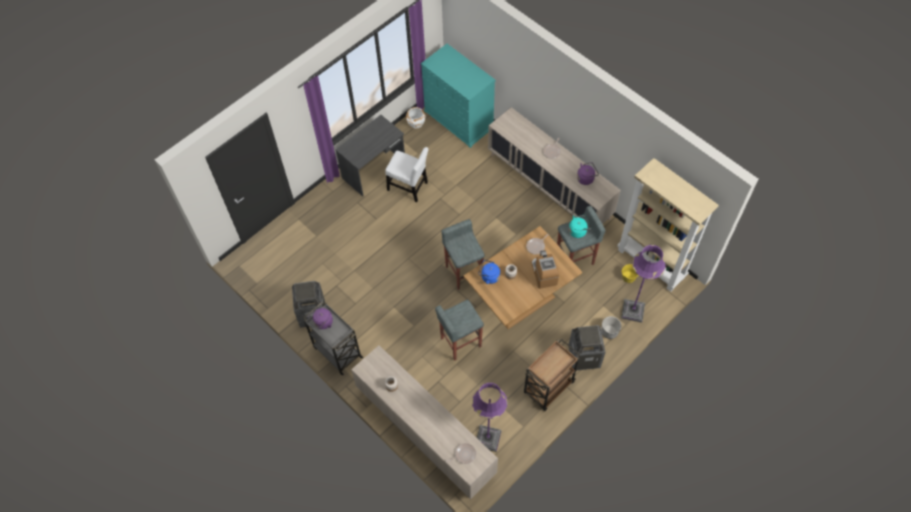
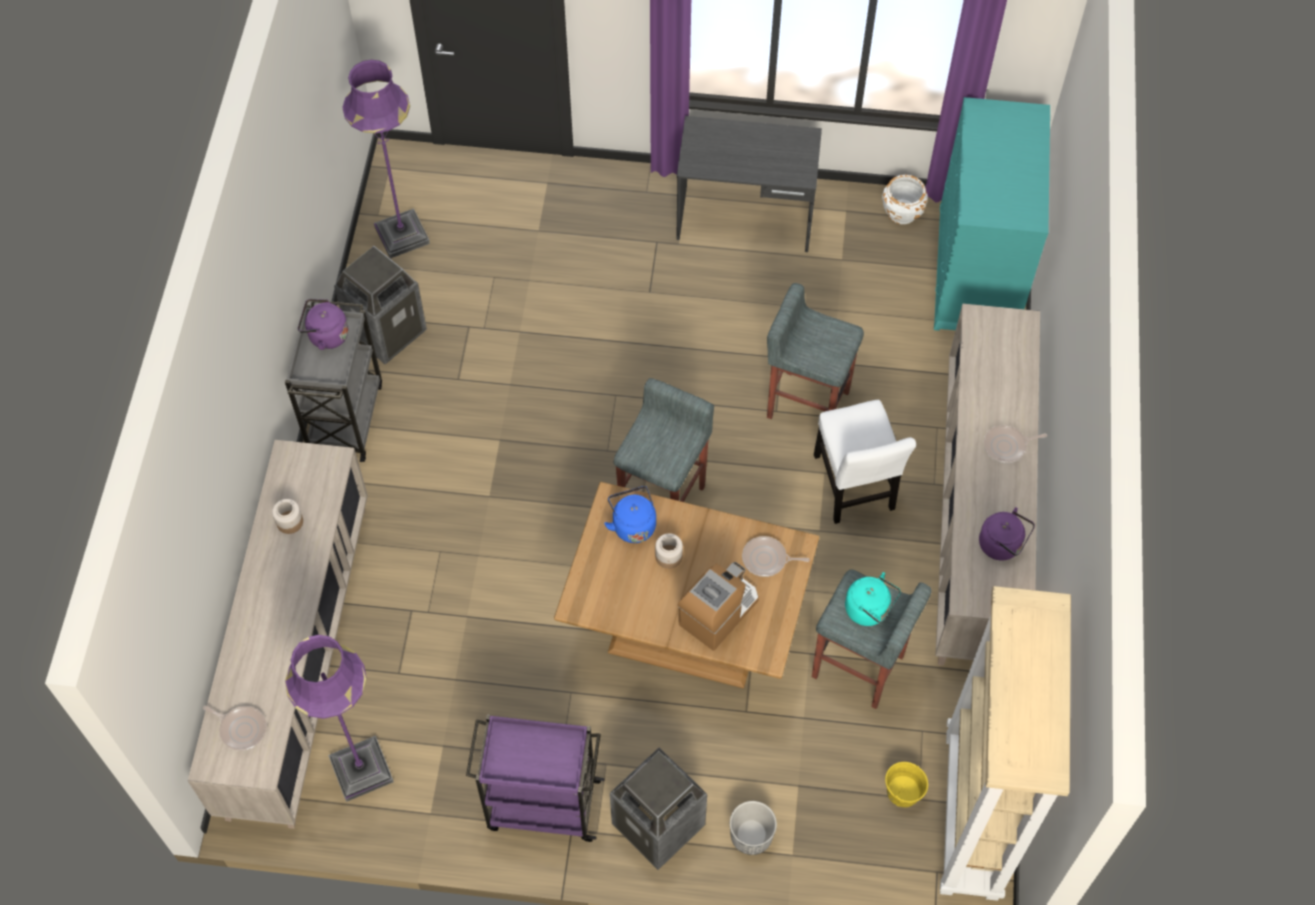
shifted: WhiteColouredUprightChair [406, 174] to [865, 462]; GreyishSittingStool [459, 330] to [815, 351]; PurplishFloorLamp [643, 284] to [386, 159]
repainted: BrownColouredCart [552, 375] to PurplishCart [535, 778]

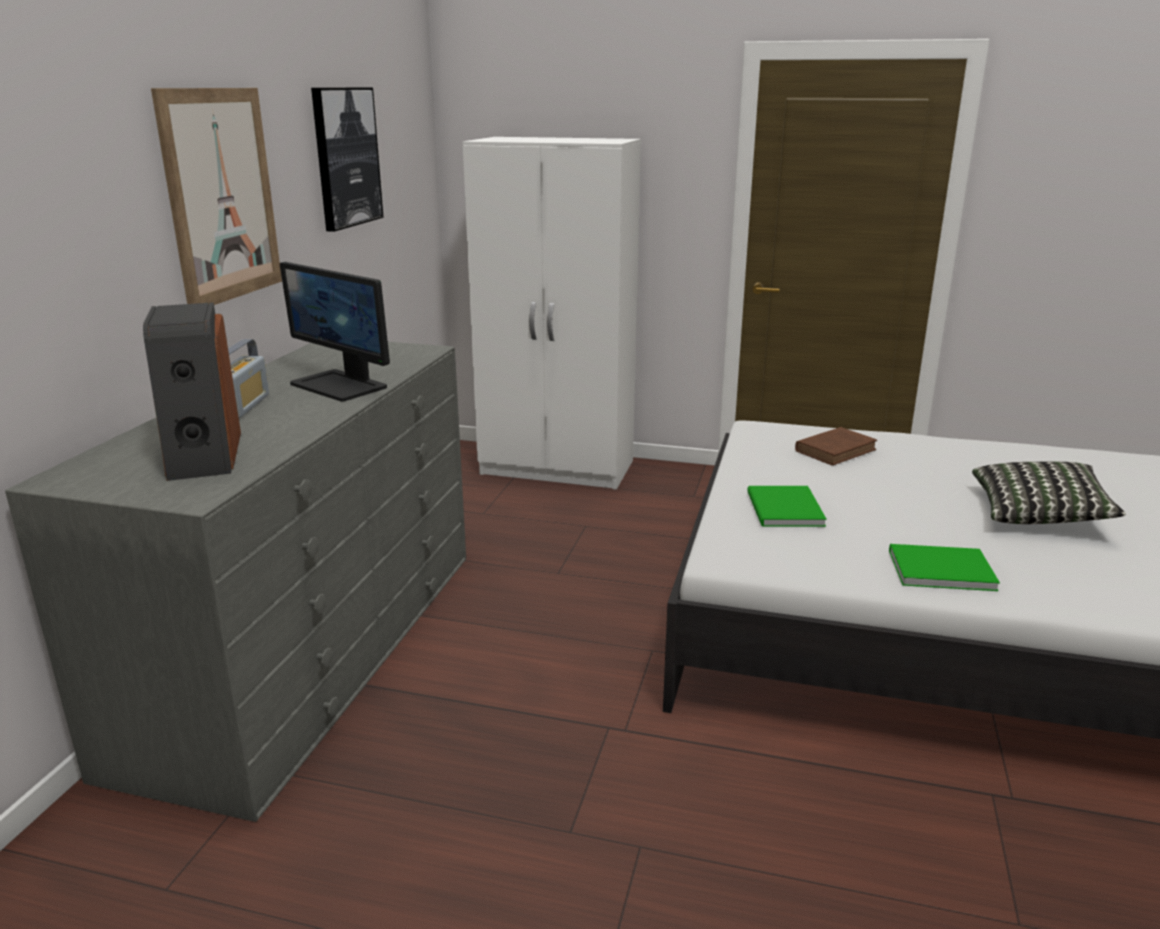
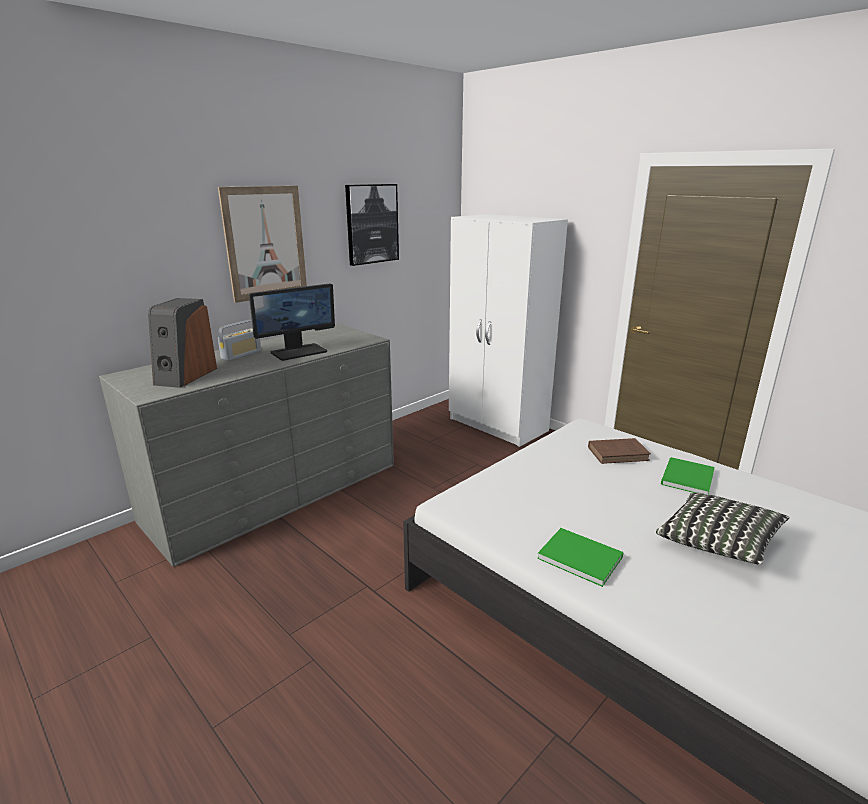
shifted: GreenColouredVolume [787, 506] to [688, 476]
rotated: Monitor [335, 331] = [292, 322] 105 degrees counterclockwise

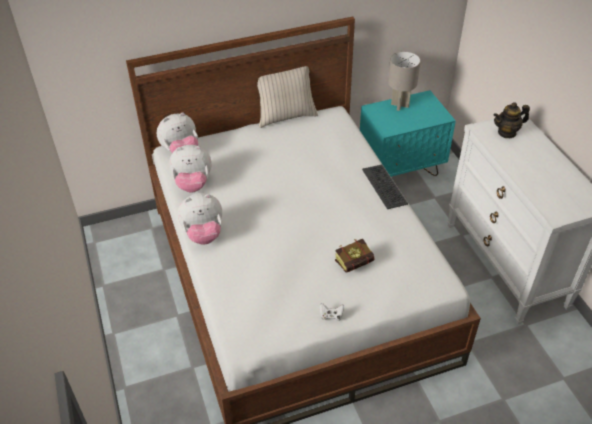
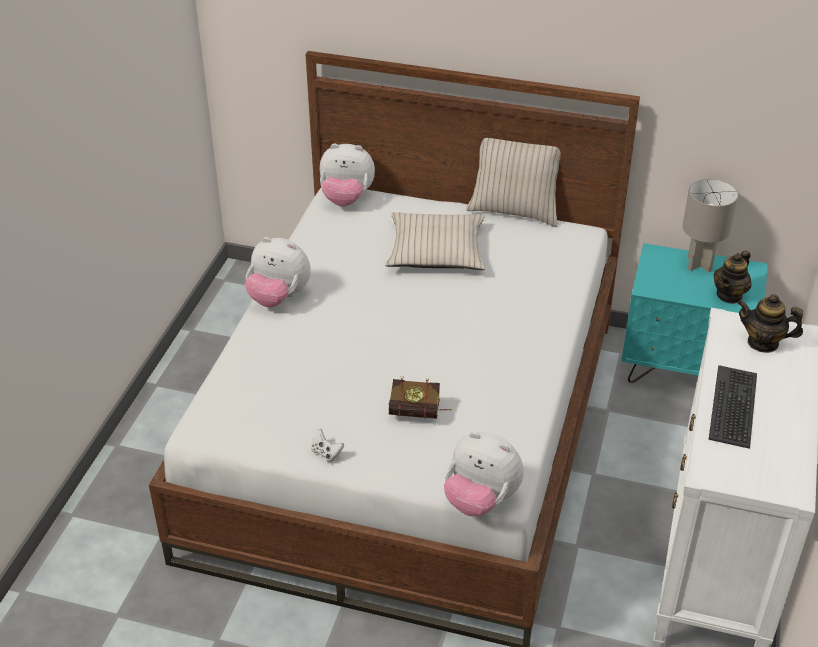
new: BeigeColouredPillow [435, 241]; PotForTea [732, 277]
shifted: CuddlyToy [190, 169] to [484, 474]; Keyboard [385, 186] to [732, 407]

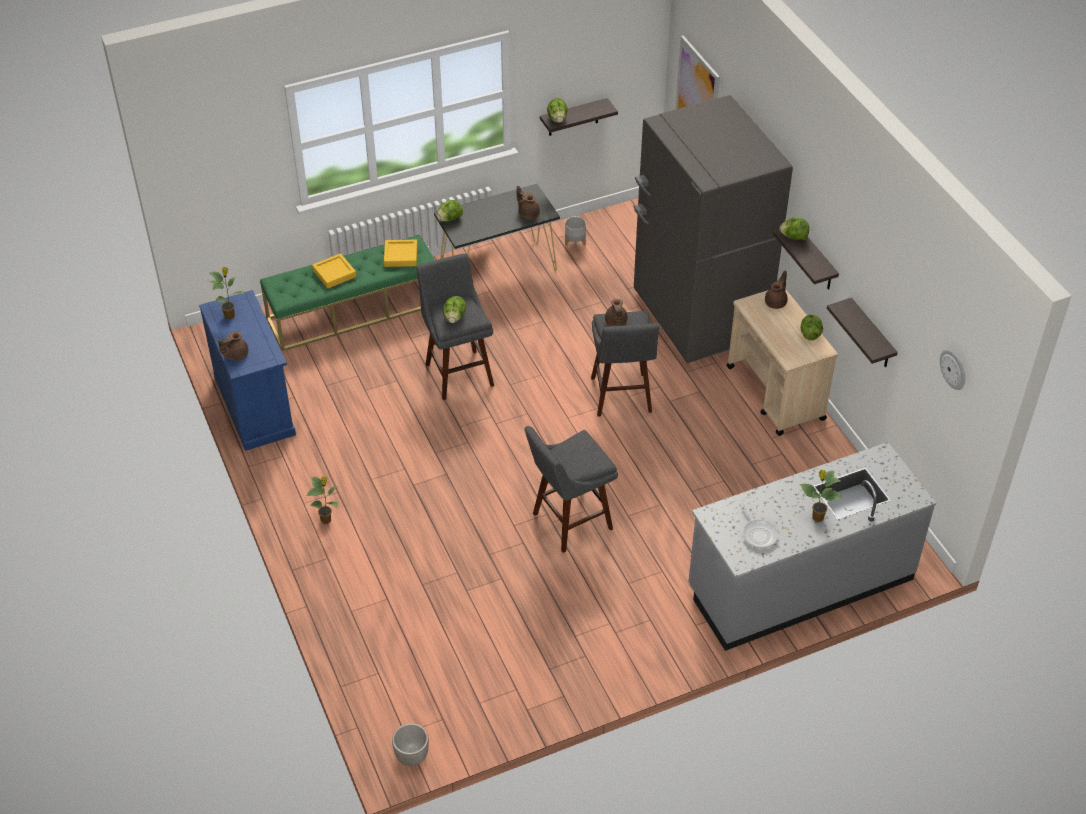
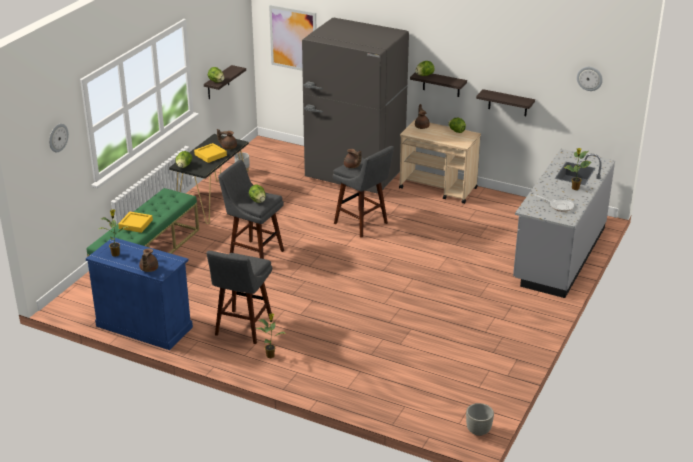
new: WallClock [59, 138]
shifted: YellowColouredServingTray [400, 253] to [210, 153]; GreyishSittingStool [571, 489] to [239, 297]

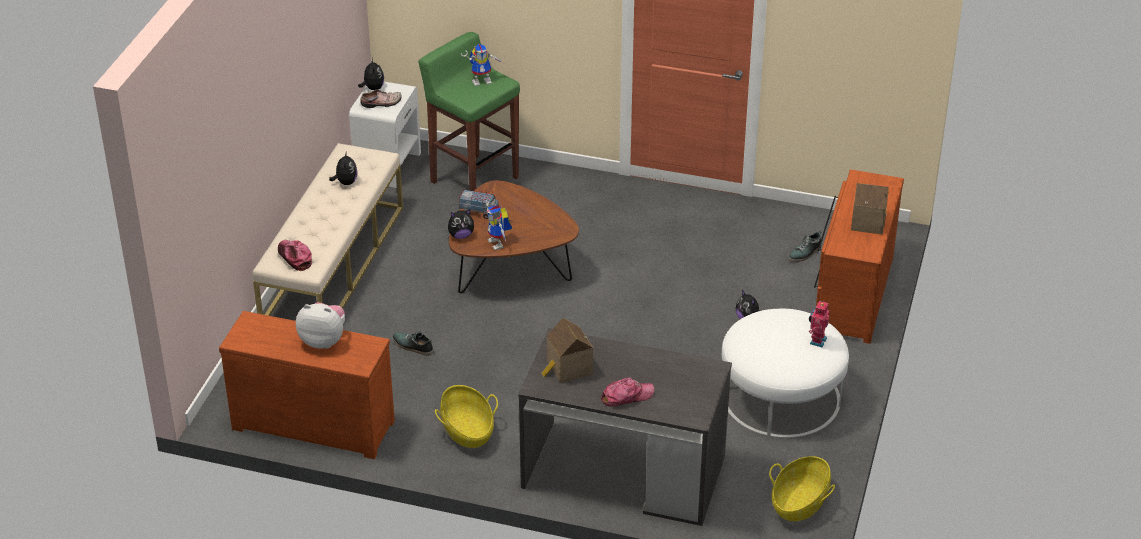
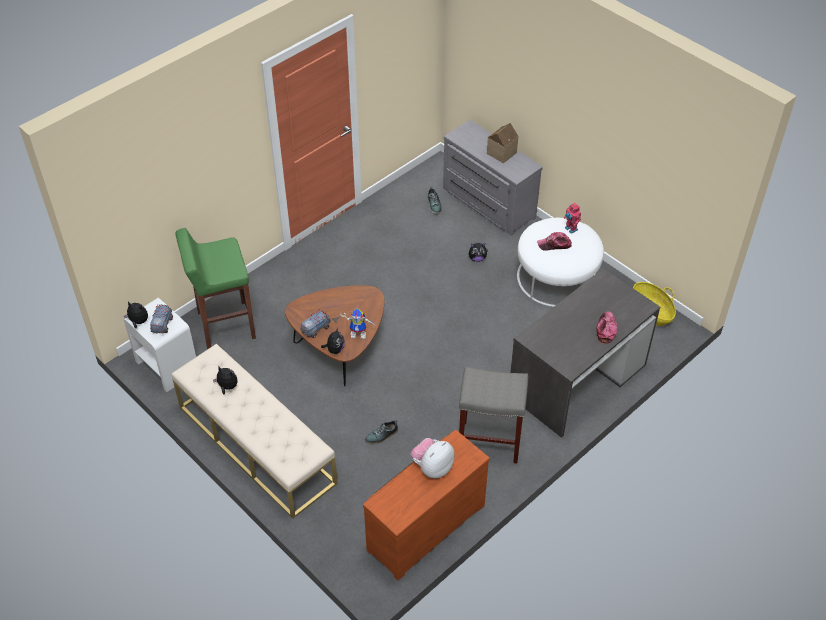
gone: RobotFigure [482, 65]; ToyHouse [567, 350]
shifted: BaseballCap [295, 255] to [554, 241]
swapped: Shoe [381, 98] to ToyTruck [161, 319]; Basket [466, 416] to GreyishSittingStool [493, 415]
repainted: BrownColouredDrawerChest [859, 257] to GreyishDrawerChest [493, 178]

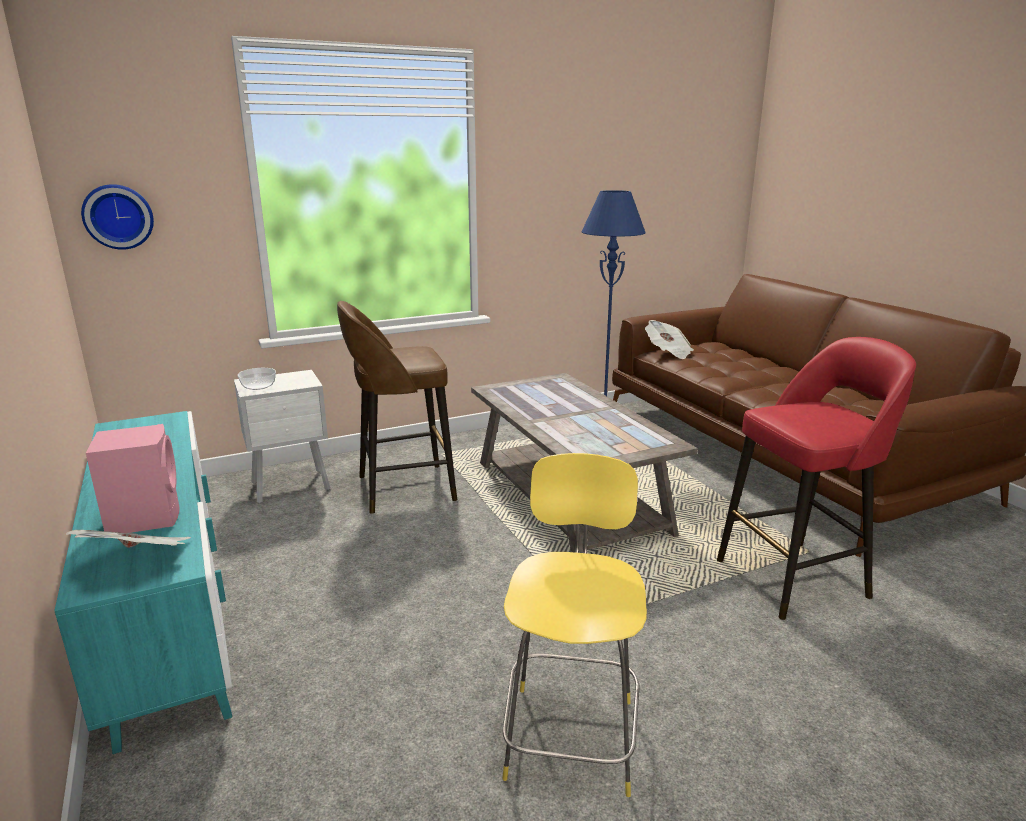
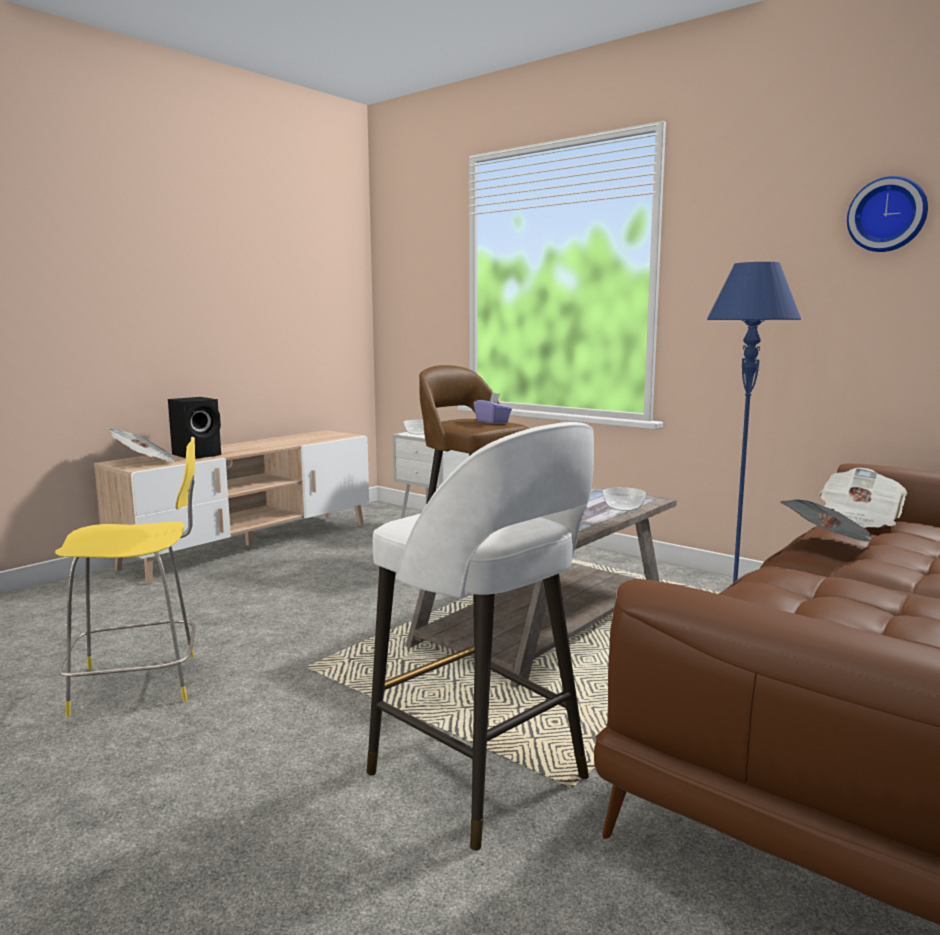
new: PurplishTissueHolder [493, 408]; Bowl [624, 499]; PrintedPaper [827, 520]
shifted: WallClock [117, 217] to [887, 214]
repainted: TurquoiseColouredMediaConsole [143, 582] to BeigeColouredMediaConsole [231, 507]; PinkColouredSpeaker [133, 478] to BlackSpeaker [194, 428]; ReddishSittingStool [816, 478] to WhiteColouredSittingStool [480, 636]

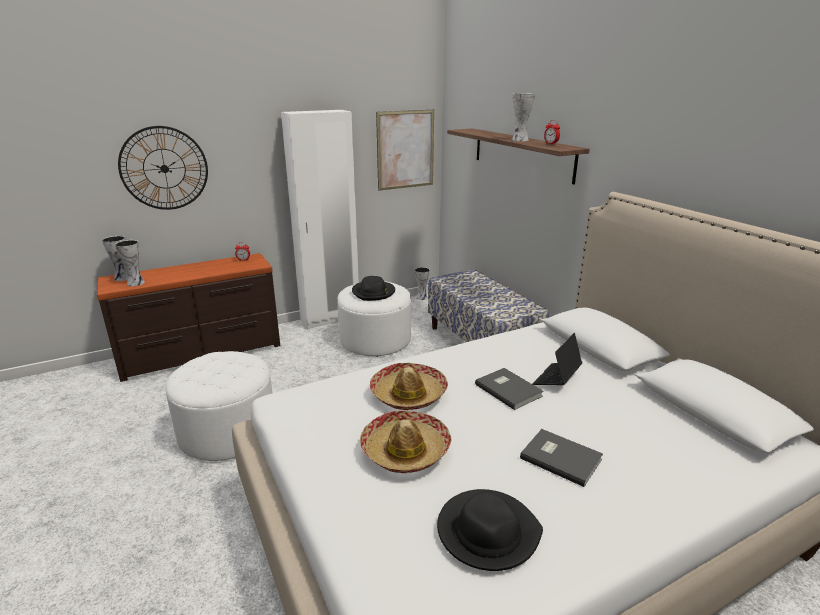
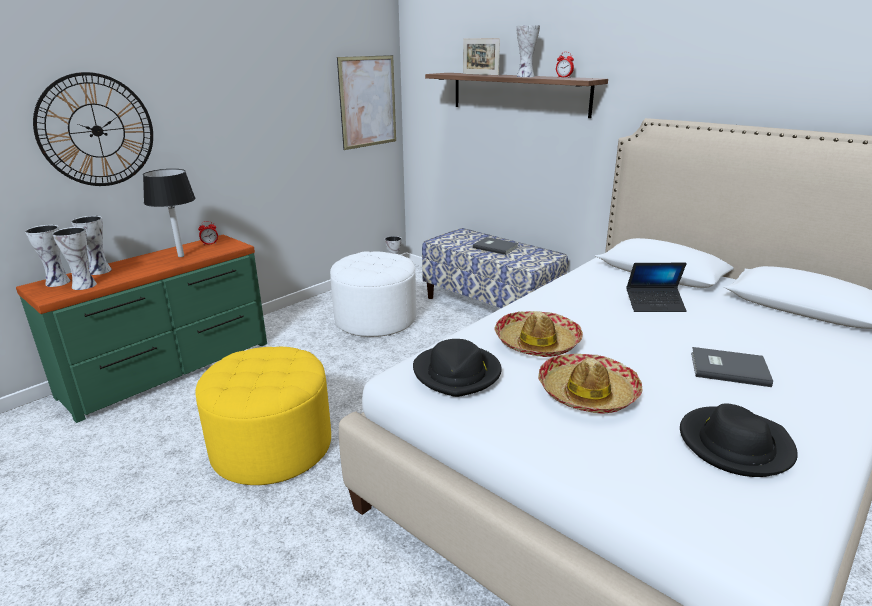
gone: WhiteColouredWardrobe [320, 219]
new: Vase [91, 245]; BlackTabletopLamp [169, 213]; PhotoFrame [481, 56]
shifted: BlackClothingHat [373, 288] to [457, 368]; GreyishVolume [509, 389] to [496, 246]
repainted: BrownColouredDrawerChest [188, 317] to GreenColouredDrawerChest [141, 329]; WhiteColouredOttoman [218, 406] to YellowColouredOttoman [263, 416]
rotated: Laptop [557, 359] = [656, 287] 105 degrees counterclockwise

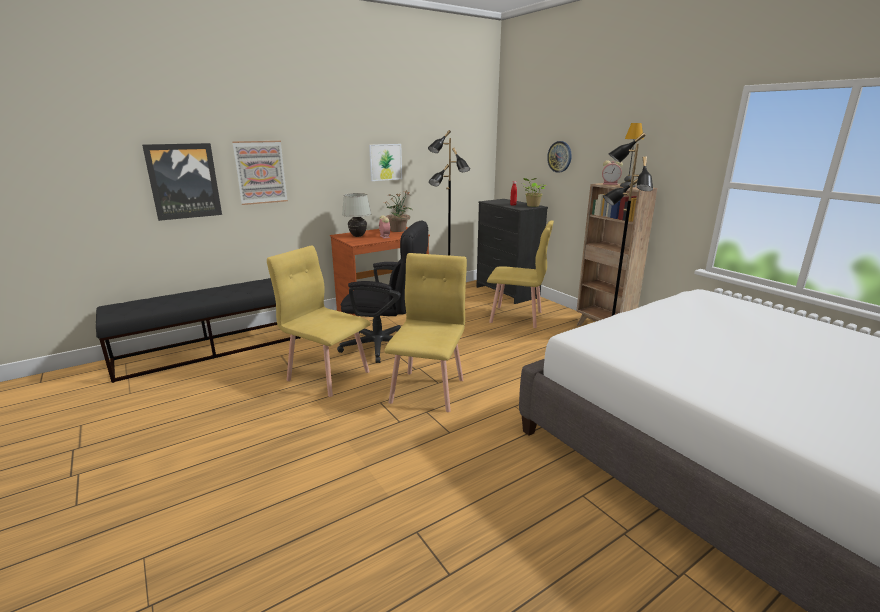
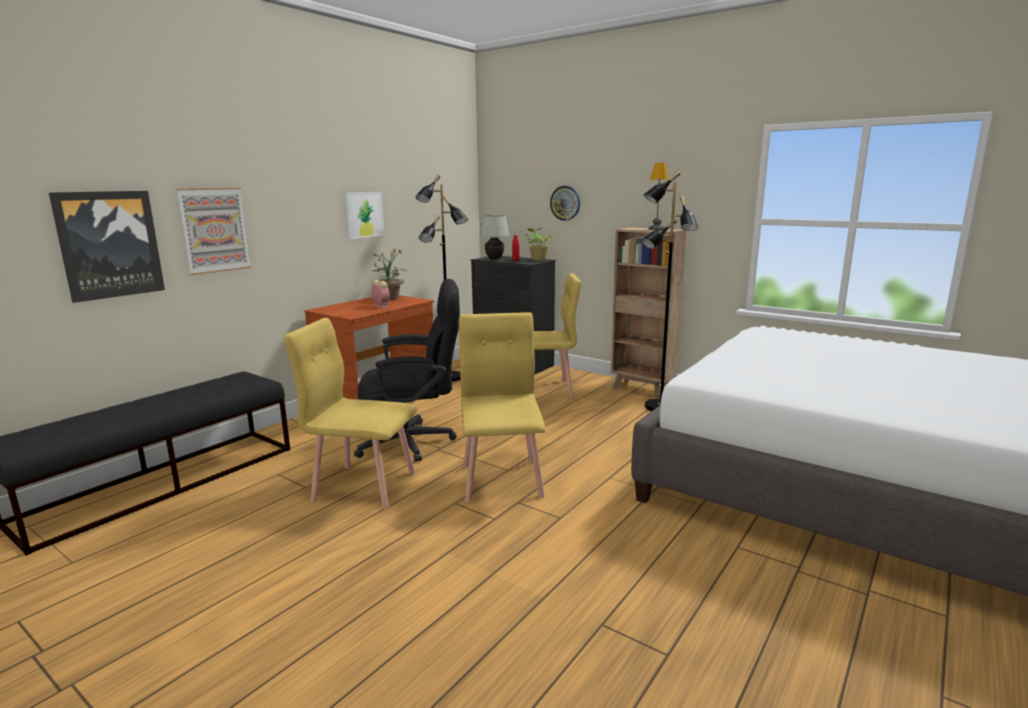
gone: BedsideClock [612, 172]
shifted: WhiteColouredTabletopLamp [356, 215] to [494, 237]

